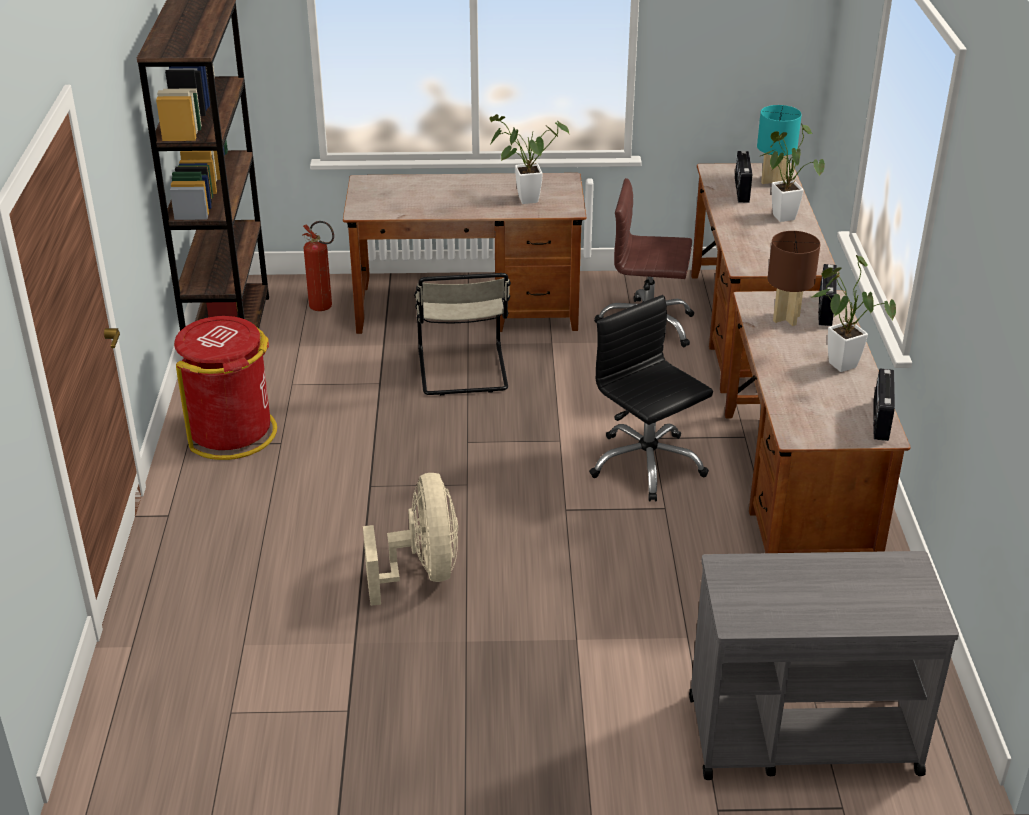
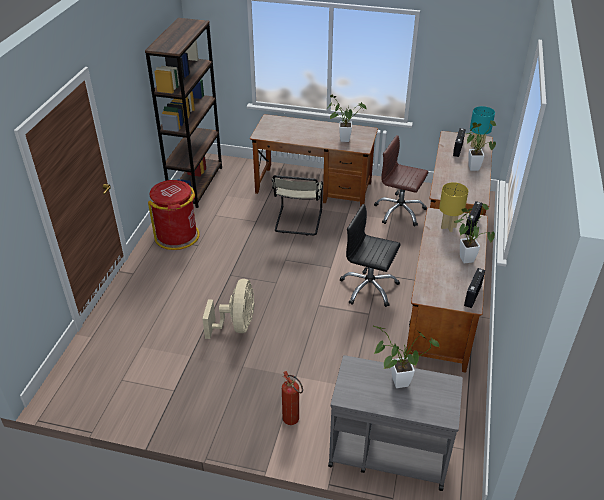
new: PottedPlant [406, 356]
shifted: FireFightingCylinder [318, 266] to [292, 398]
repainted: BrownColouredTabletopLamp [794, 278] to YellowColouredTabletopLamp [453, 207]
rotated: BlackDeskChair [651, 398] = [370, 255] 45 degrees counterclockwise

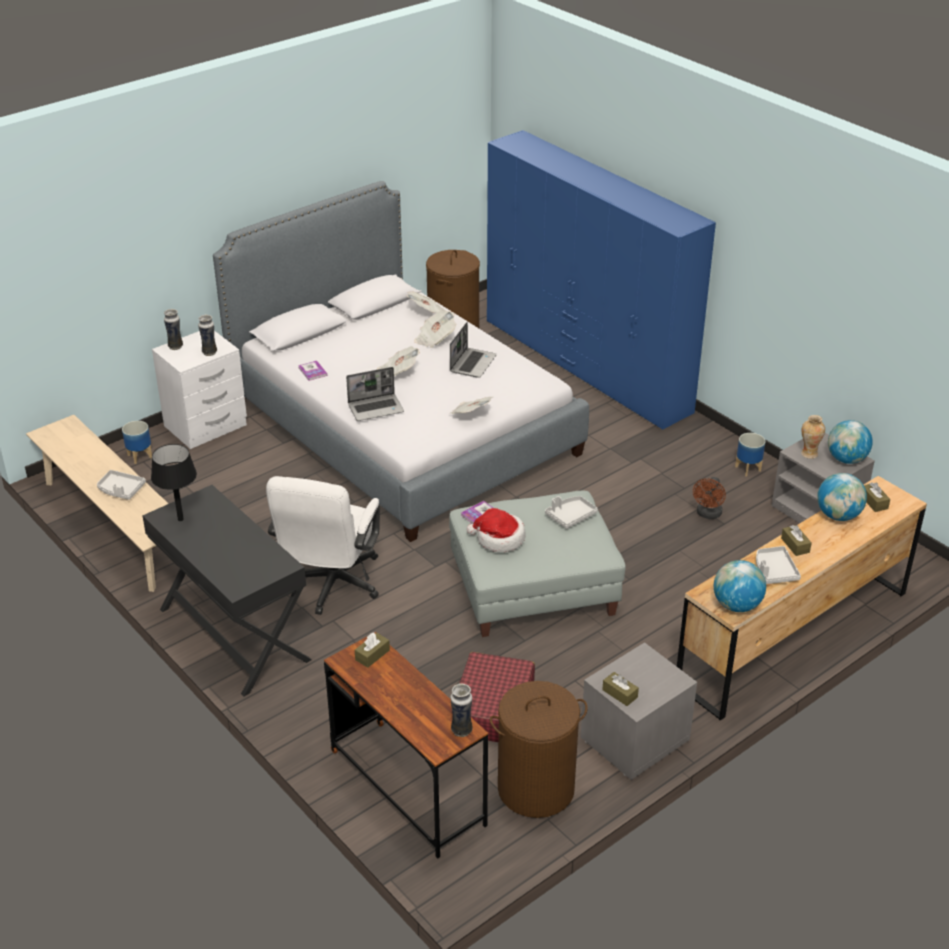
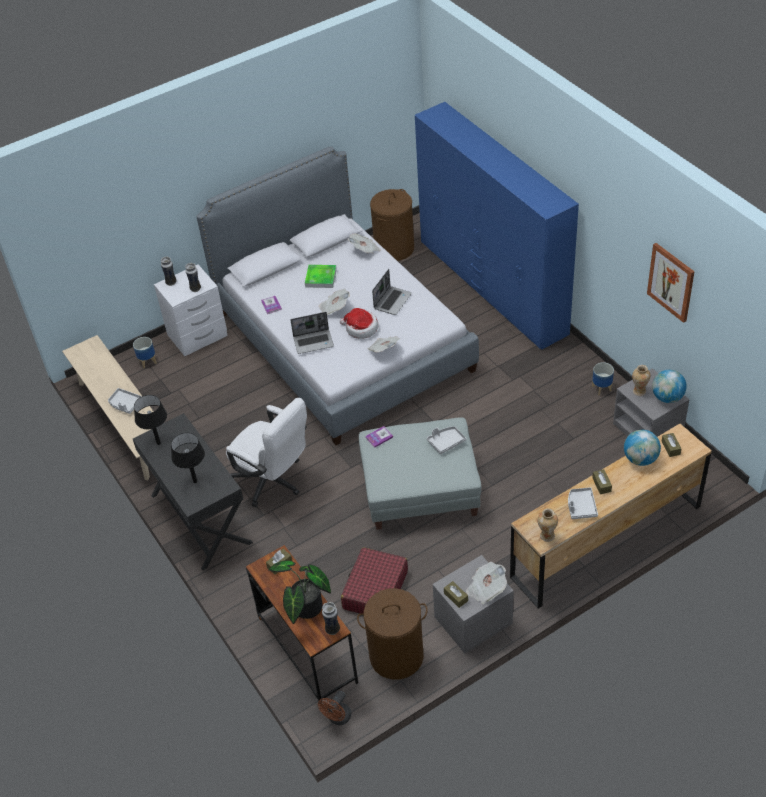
new: BlackTabletopLamp [188, 458]; PottedPlant [299, 592]; ServingTray [321, 276]; WallArt [671, 283]
shifted: PrintedPaper [435, 329] to [486, 583]; ClothingHat [496, 530] to [359, 323]; BrownColouredFan [709, 498] to [334, 708]
swapped: DeskGlobe [740, 586] to Vase [548, 525]
rotated: WhiteColouredDeskChair [323, 545] = [266, 452] 75 degrees counterclockwise

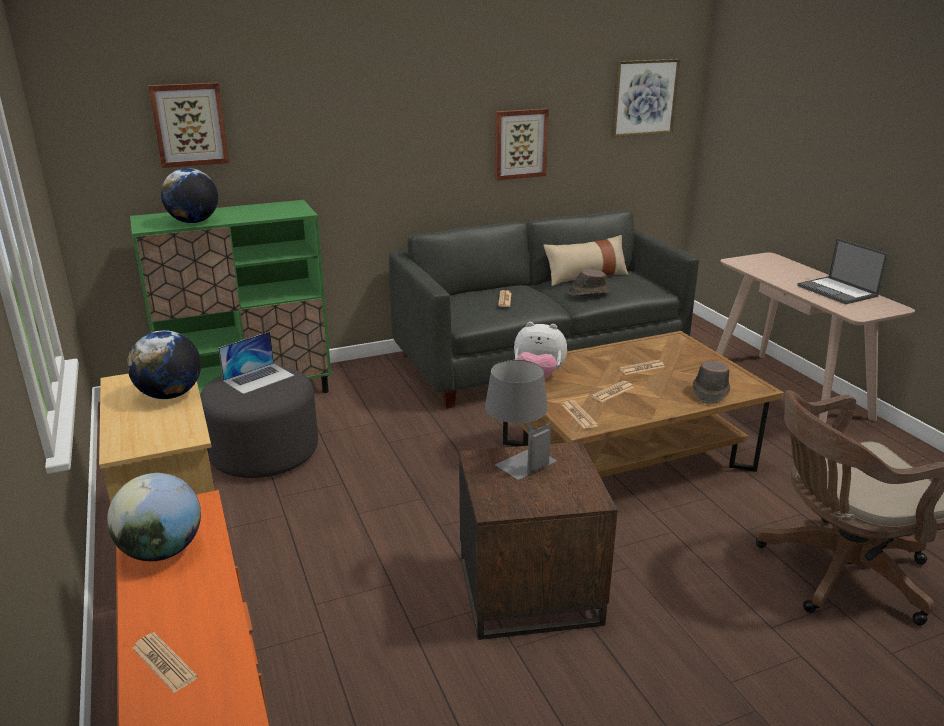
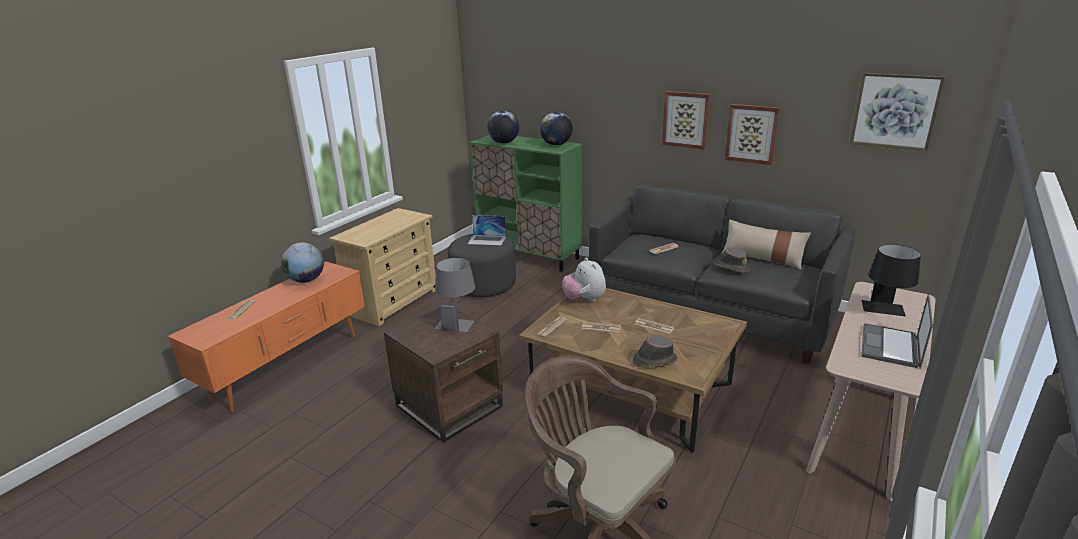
new: BlackTabletopLamp [891, 280]
shifted: DeskGlobe [164, 364] to [556, 129]; WallArt [188, 125] to [686, 120]

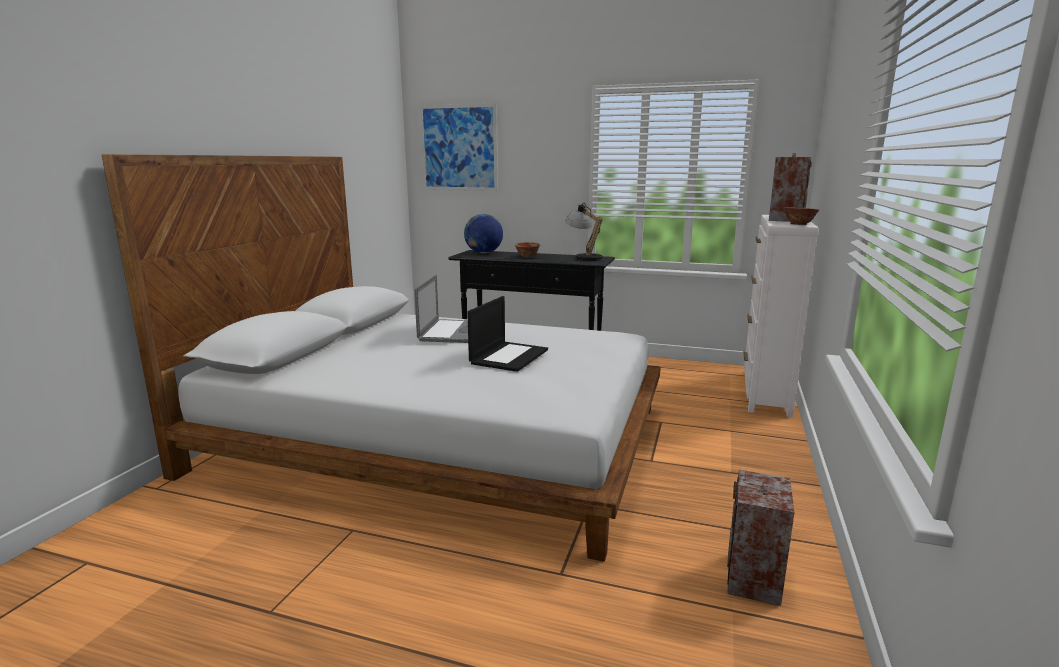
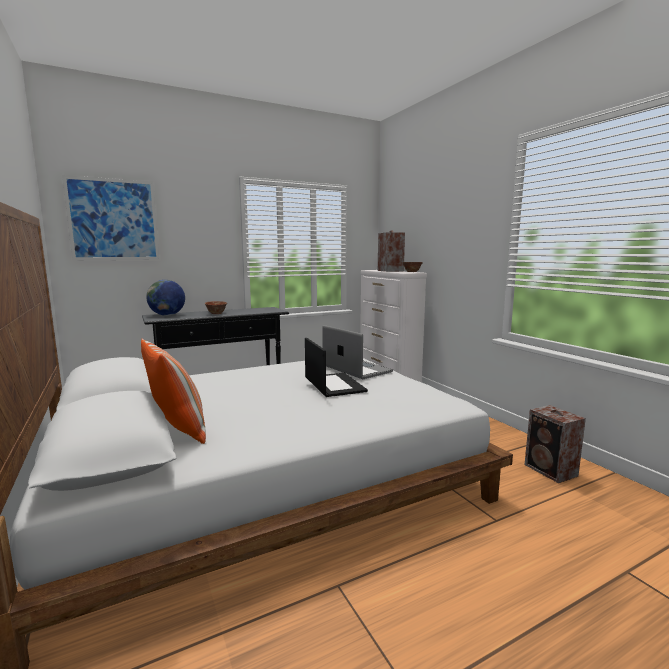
gone: TabletopLamp [584, 232]
new: Pillow [173, 391]
shifted: Laptop [441, 309] to [357, 352]

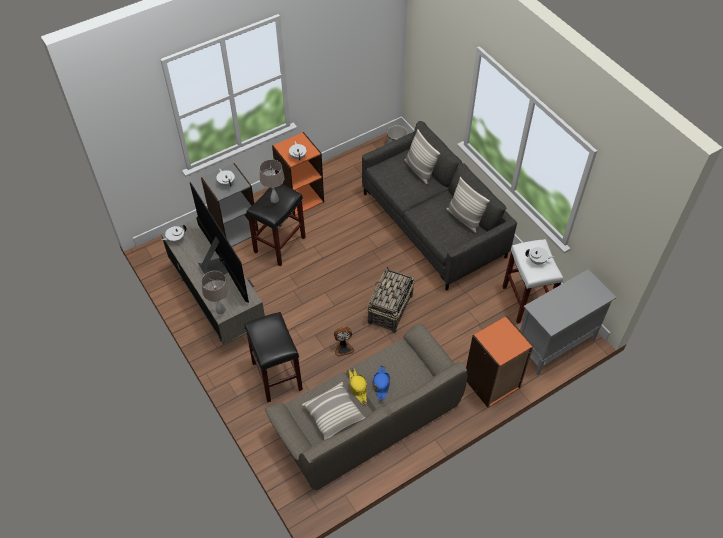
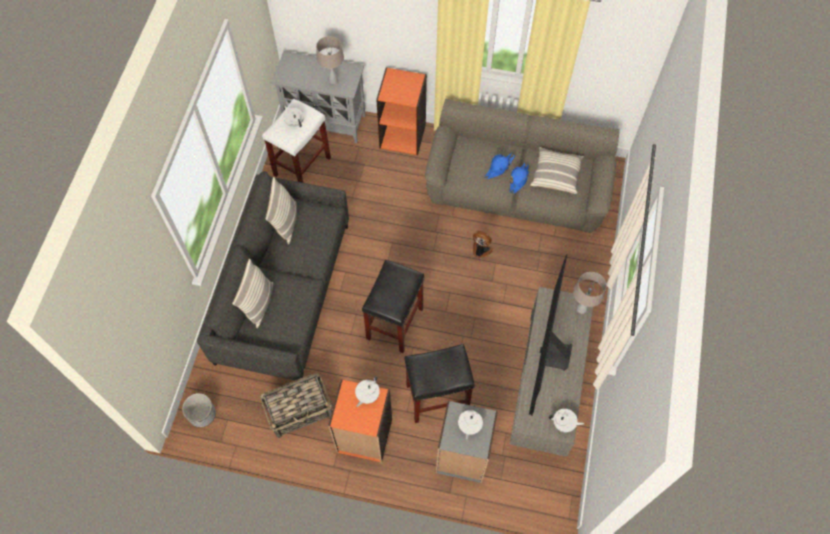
shifted: BlackSittingStool [273, 357] to [393, 306]; BeigeColouredTabletopLamp [272, 181] to [330, 60]; Basket [391, 300] to [296, 405]
repainted: YellowColouredClothingHat [358, 386] to BluishClothingHat [519, 178]

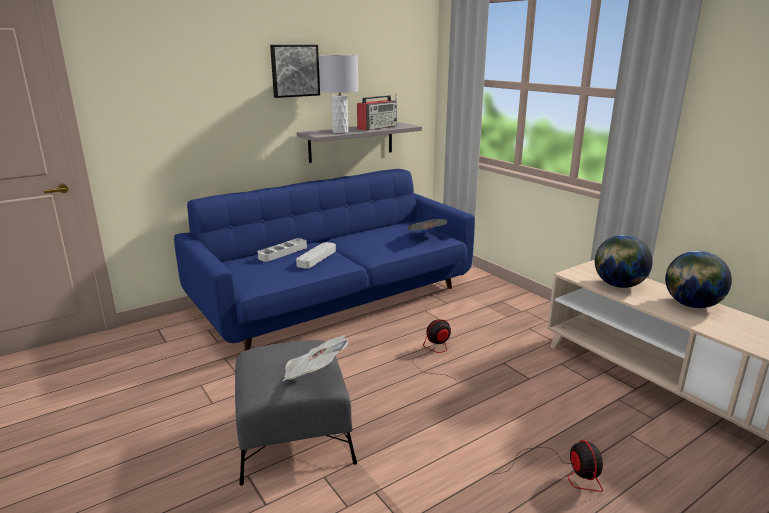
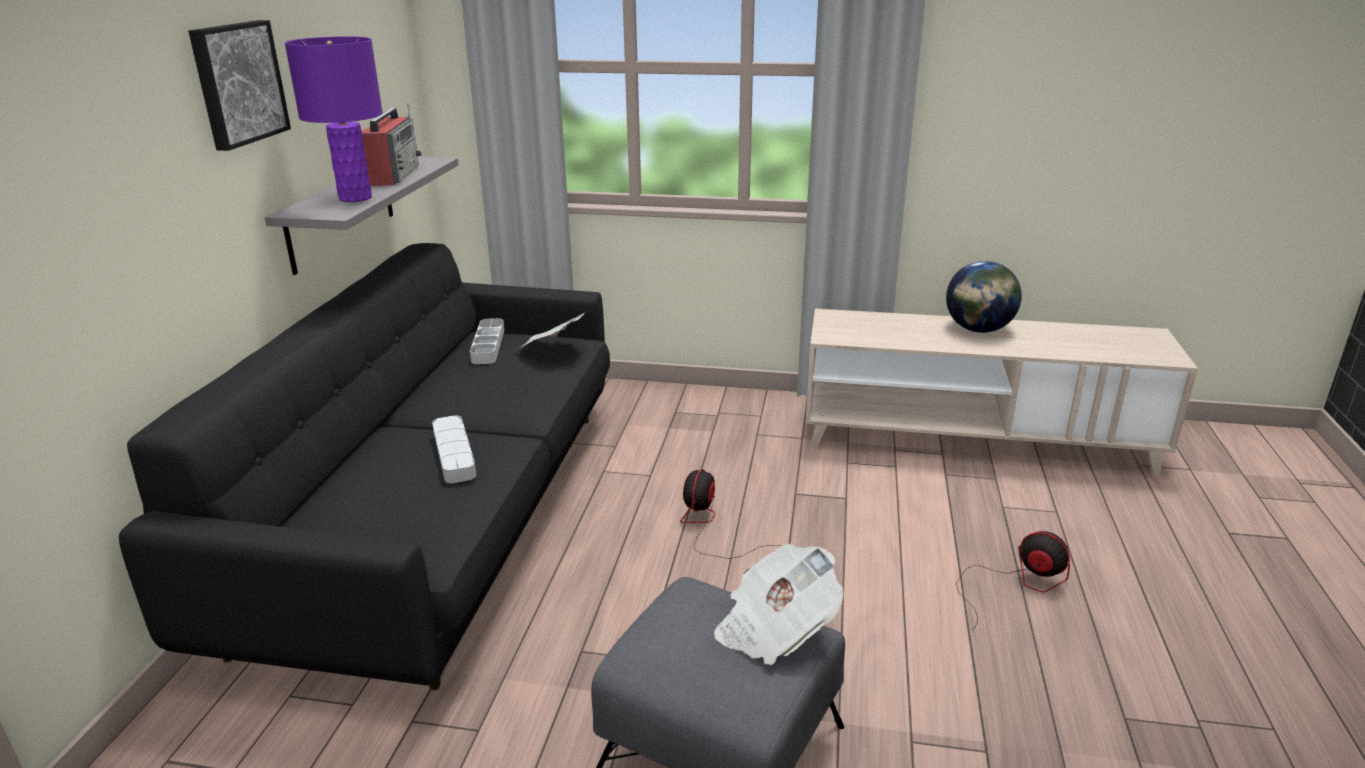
gone: DeskGlobe [624, 261]
shifted: GreyishServingTray [282, 250] to [487, 341]
repainted: BluishSofa [324, 260] to BlackSofa [364, 466]; GreyishTabletopLamp [338, 94] to PurplishTabletopLamp [334, 119]

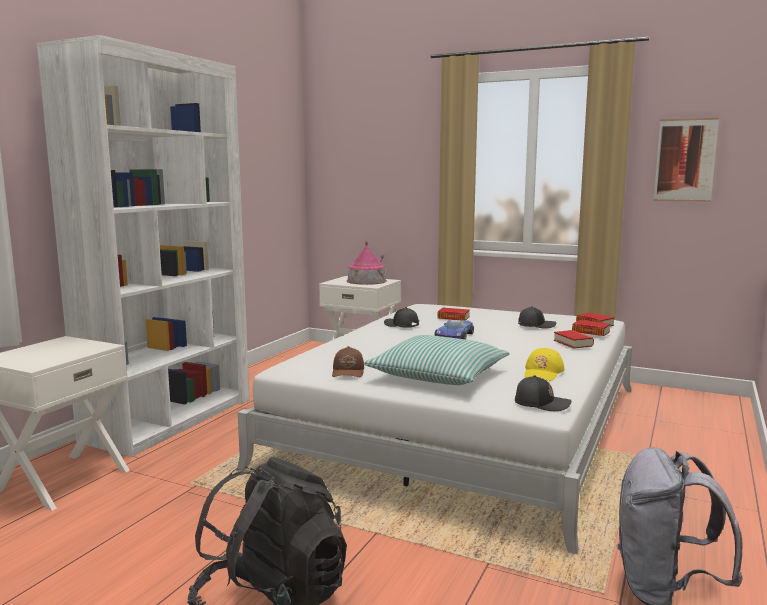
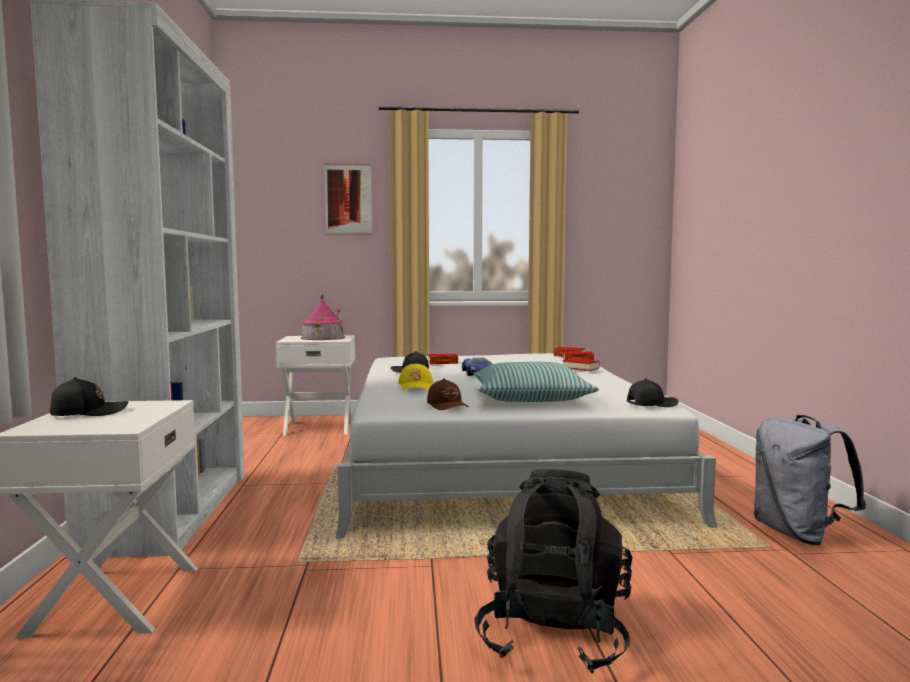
shifted: BlackBaseballCap [537, 317] to [89, 396]; YellowColouredBaseballCap [544, 364] to [415, 377]; WallArt [686, 160] to [348, 199]

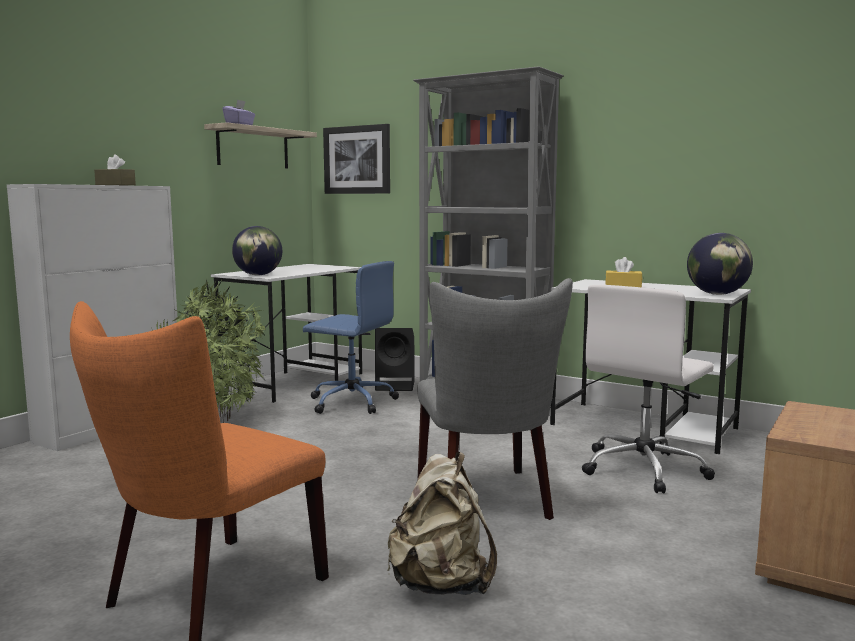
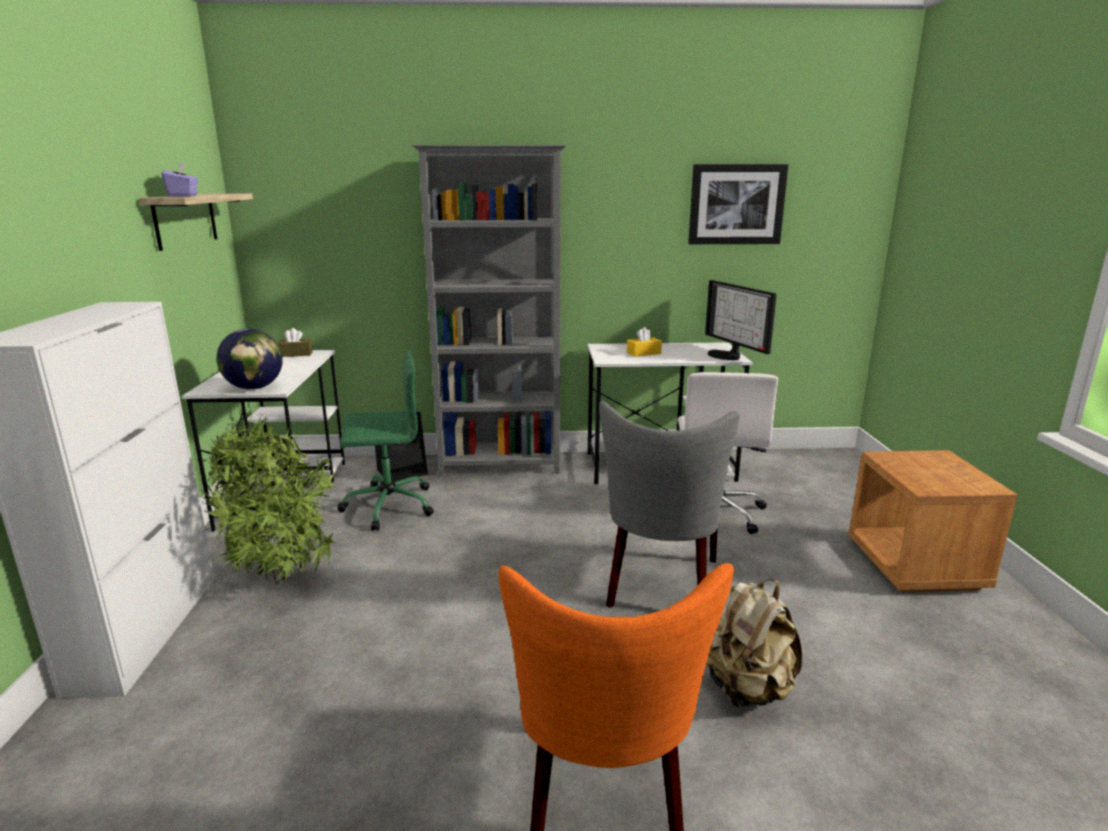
shifted: BrownColouredTissueHolder [115, 169] to [295, 342]; WallArt [356, 159] to [738, 204]
swapped: DeskGlobe [720, 264] to Monitor [741, 320]
repainted: BluishDeskChair [351, 337] to GreenColouredDeskChair [385, 440]
rotated: GreyishUprightChair [495, 399] = [669, 504] 60 degrees clockwise

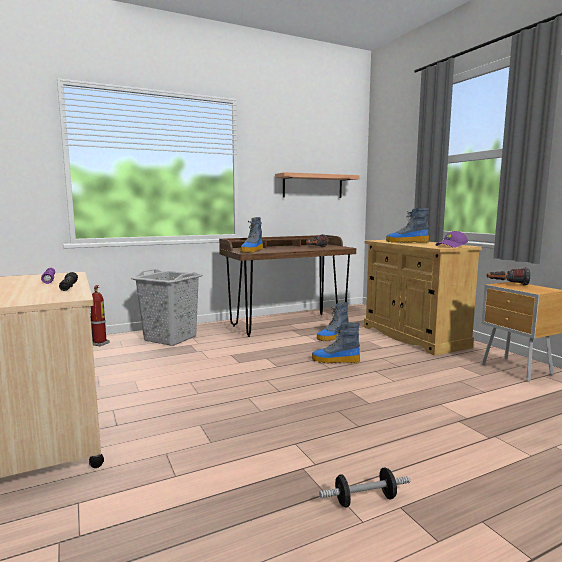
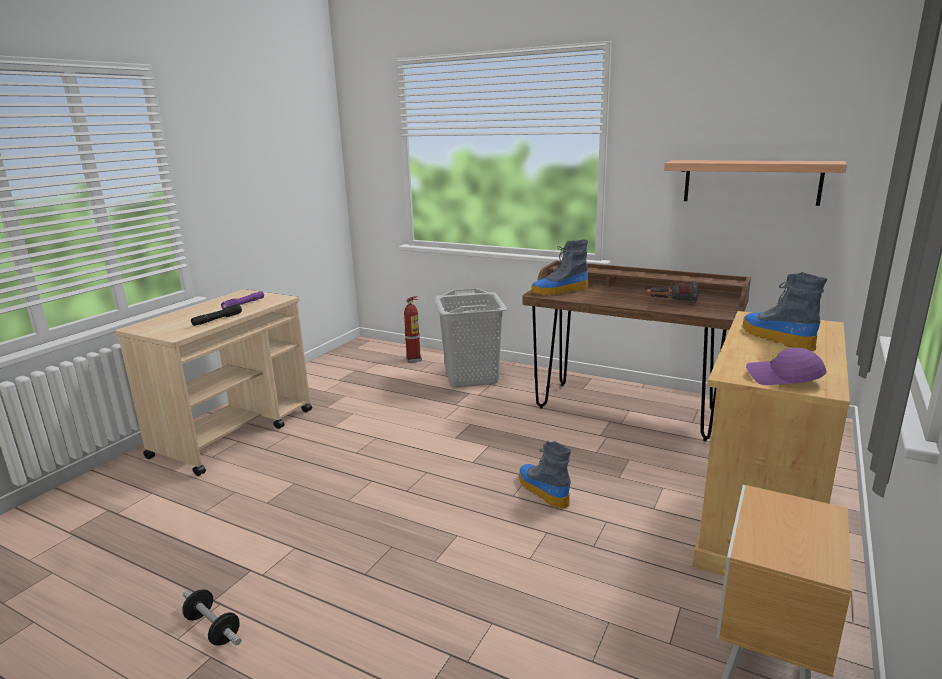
gone: HighTopBoot [332, 321]; Torch [508, 276]

